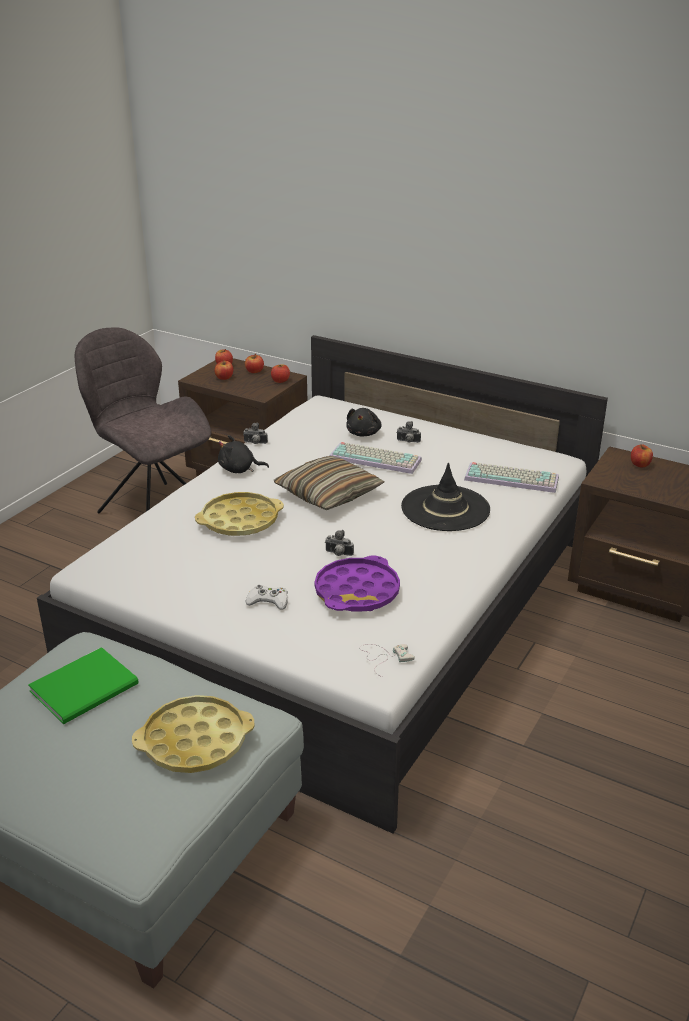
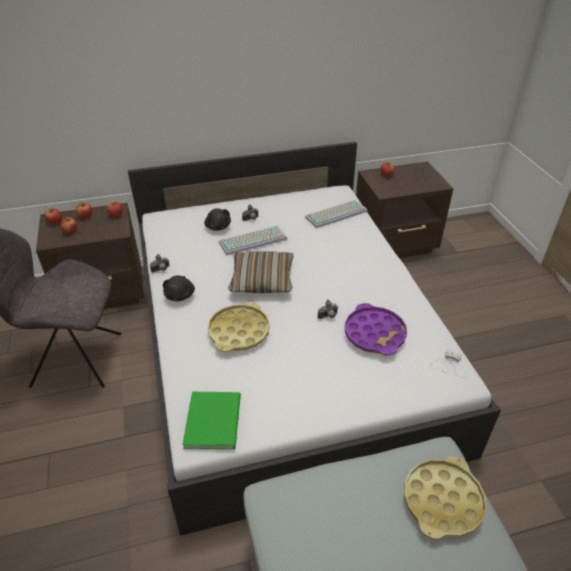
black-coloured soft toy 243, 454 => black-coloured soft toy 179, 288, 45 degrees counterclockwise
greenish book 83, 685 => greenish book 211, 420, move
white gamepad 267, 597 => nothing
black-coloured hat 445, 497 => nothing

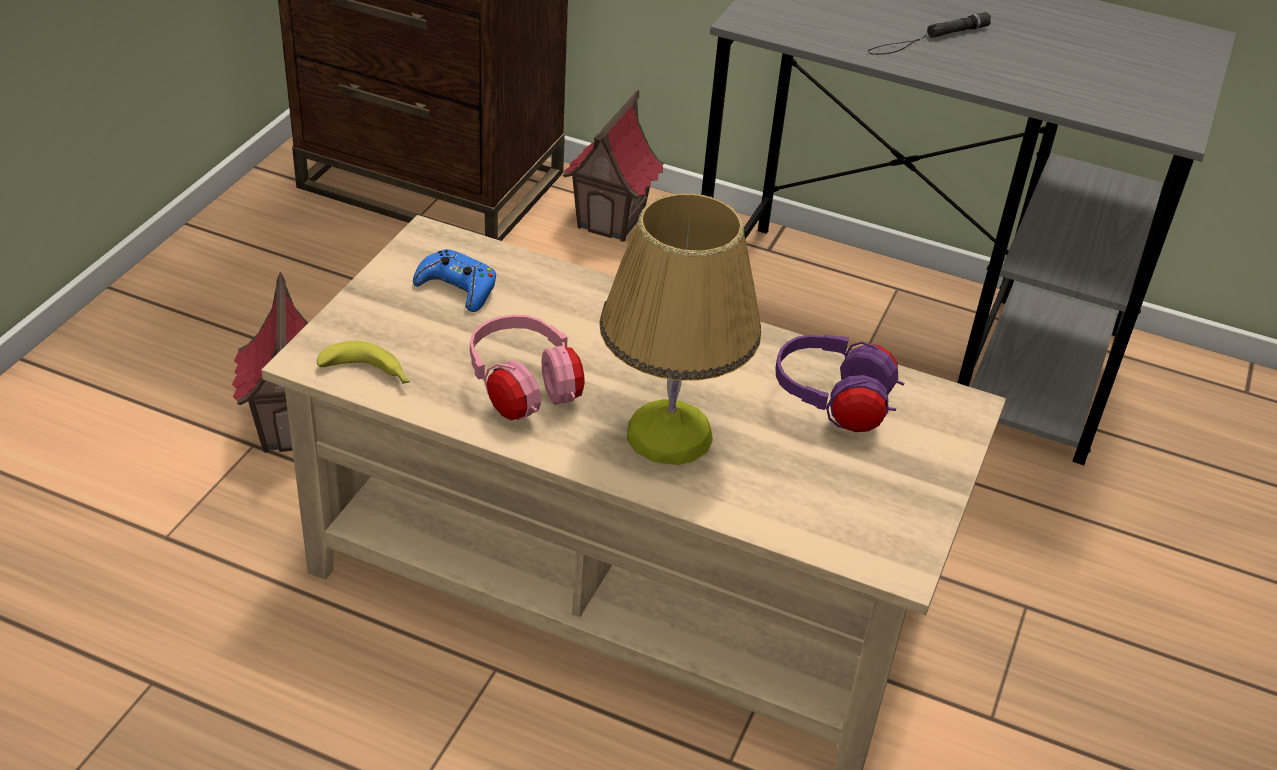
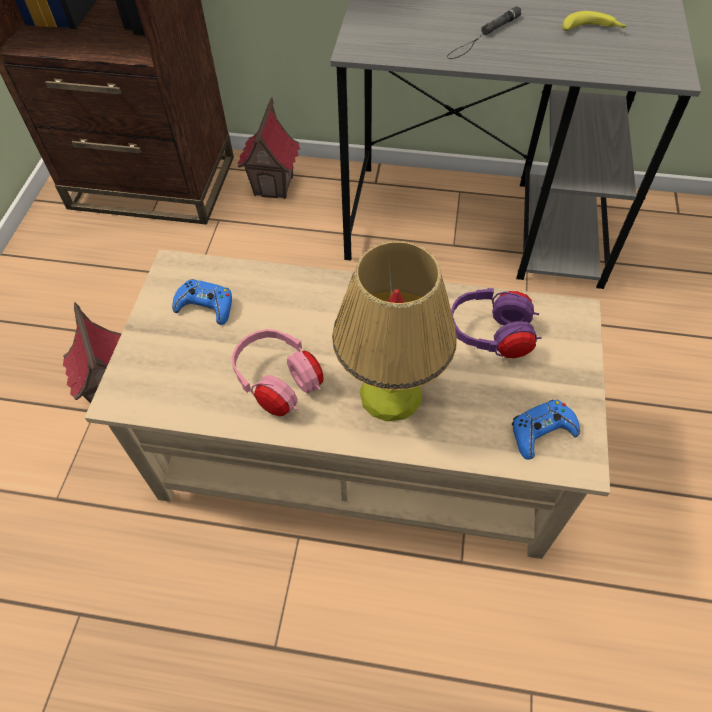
nothing => bluish gamepad 545, 430
banana fruit 363, 362 => banana fruit 594, 21, move

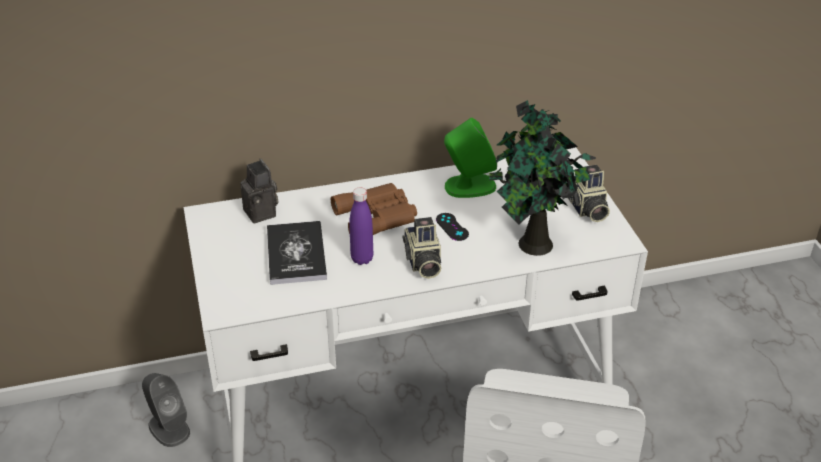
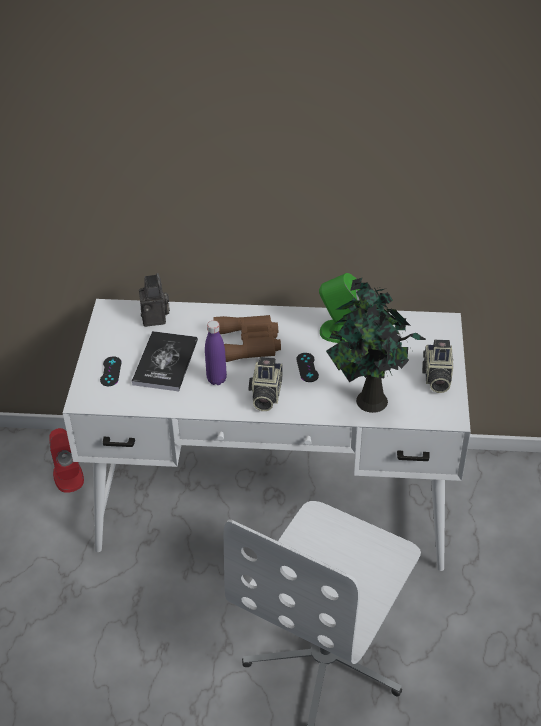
grey audio speaker 166, 410 => red audio speaker 66, 460
nothing => black-coloured gamepad 110, 371

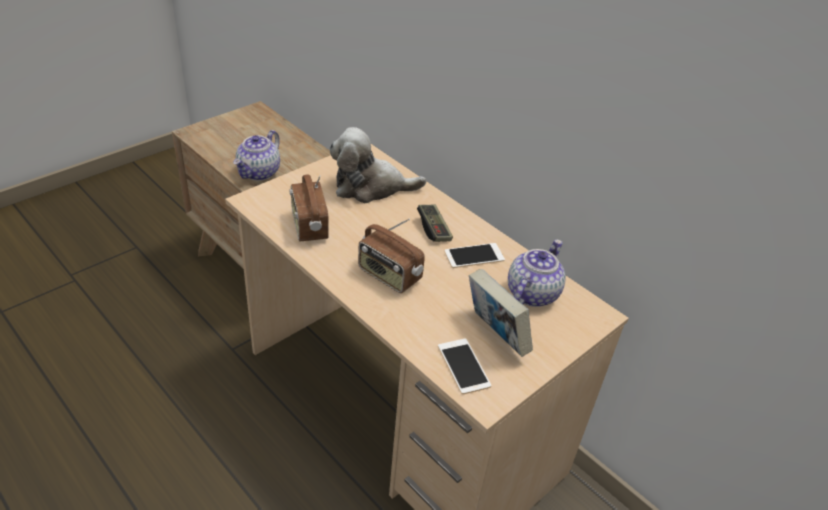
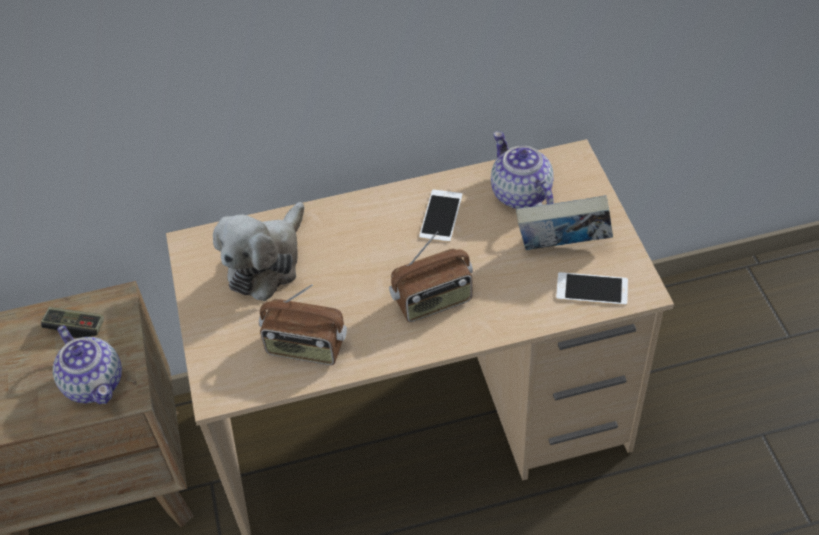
gamepad 435, 223 => gamepad 72, 322, move

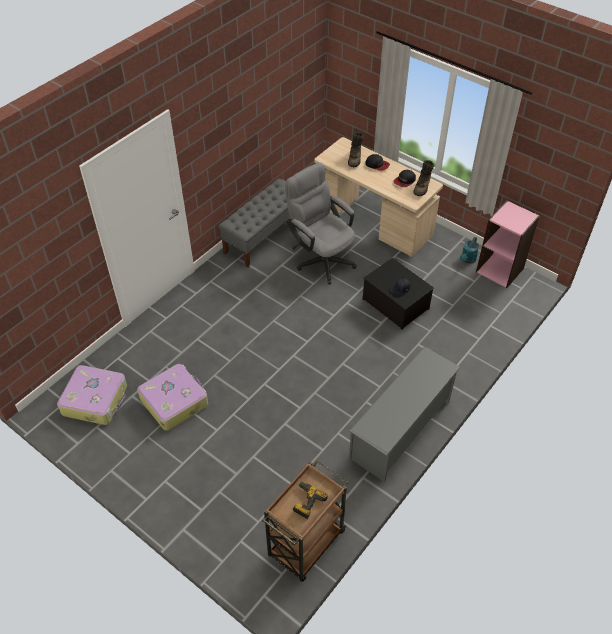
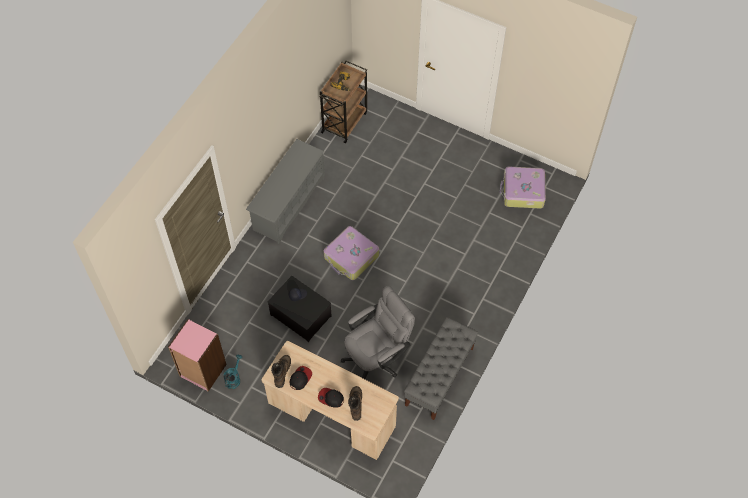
travel case 172, 397 => travel case 351, 253, move
grey office chair 321, 223 => grey office chair 378, 332, 75 degrees counterclockwise

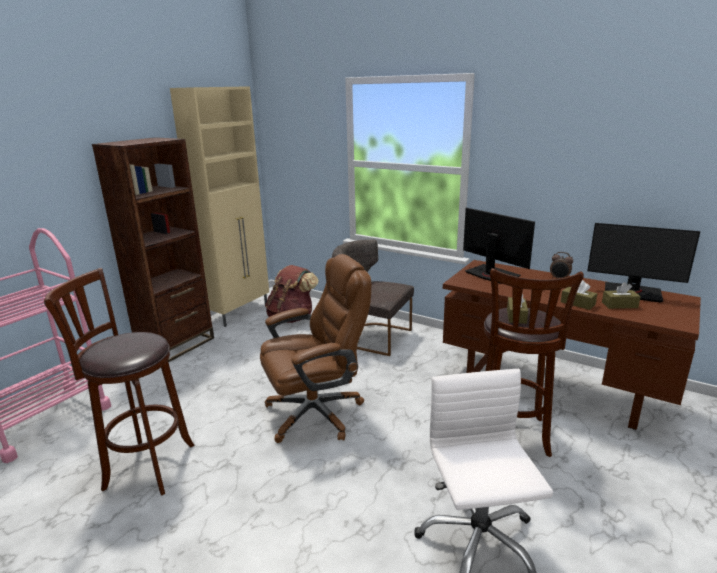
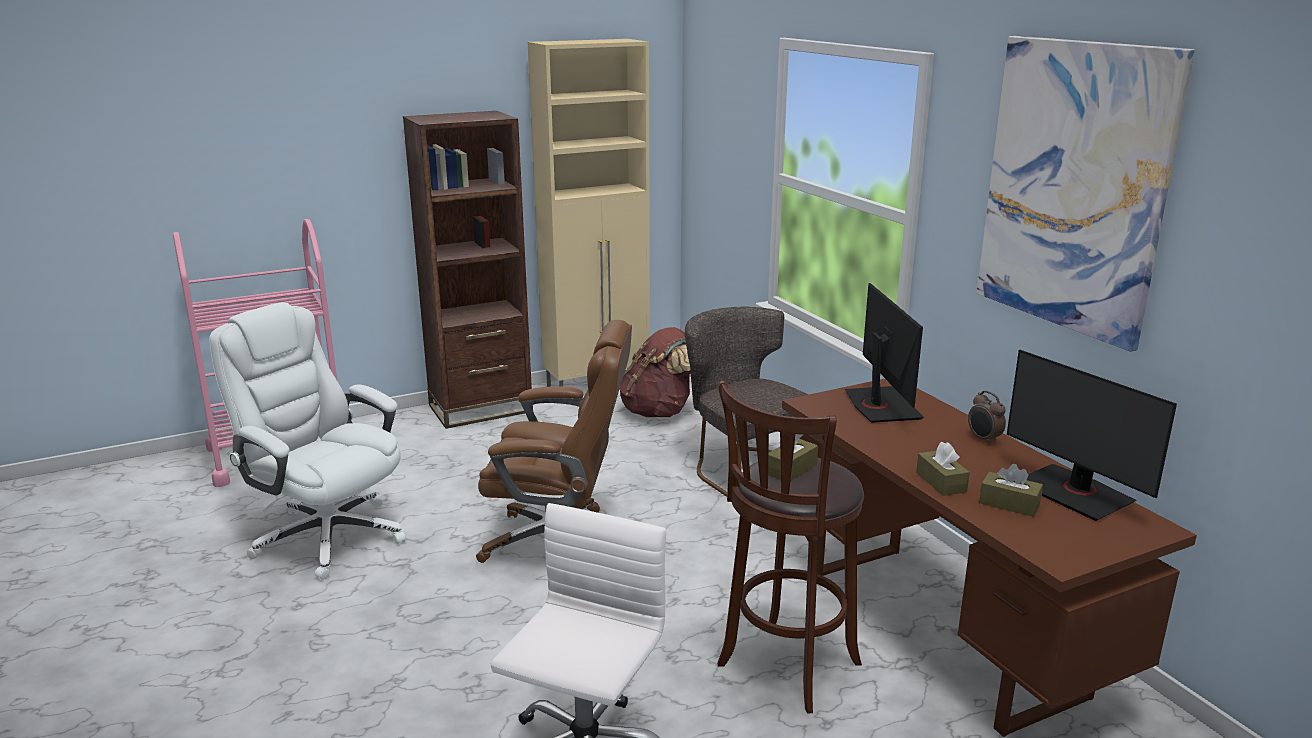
brownish stool seat 119, 382 => white office chair 307, 441
nothing => wall art 1085, 194

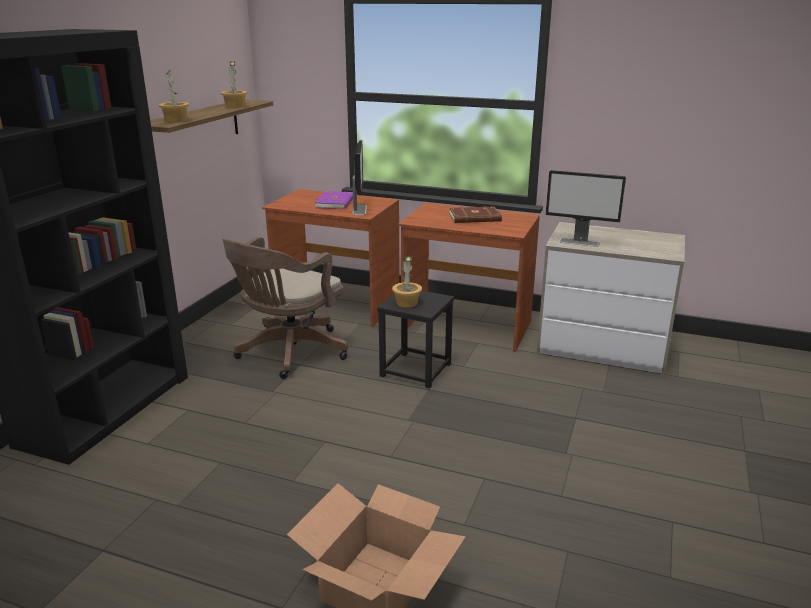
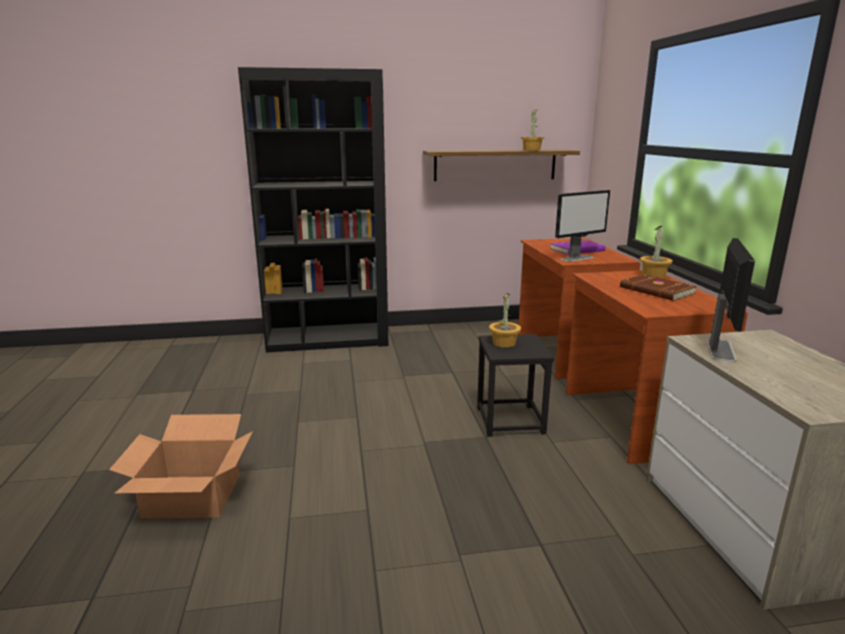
plant in a pot 174, 96 => plant in a pot 656, 252, move
monitor 586, 208 => monitor 731, 300, 150 degrees counterclockwise
brownish office chair 285, 308 => nothing

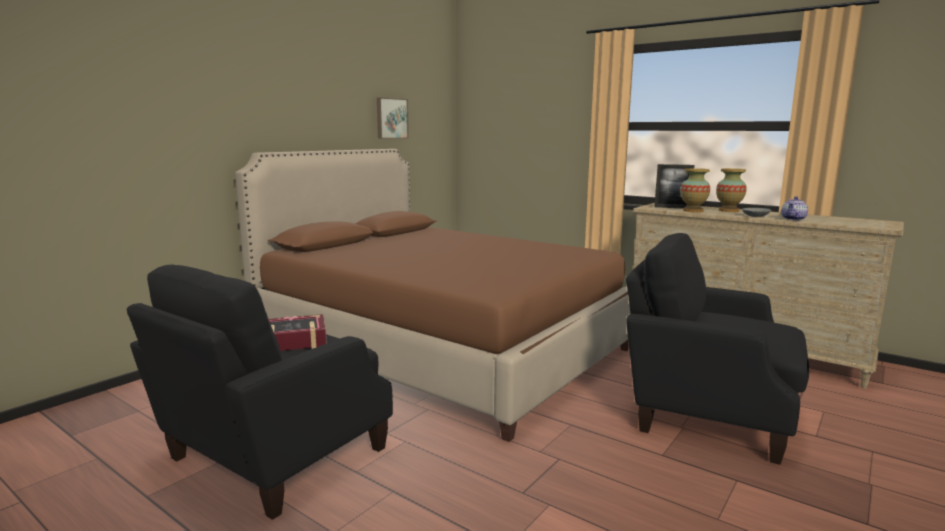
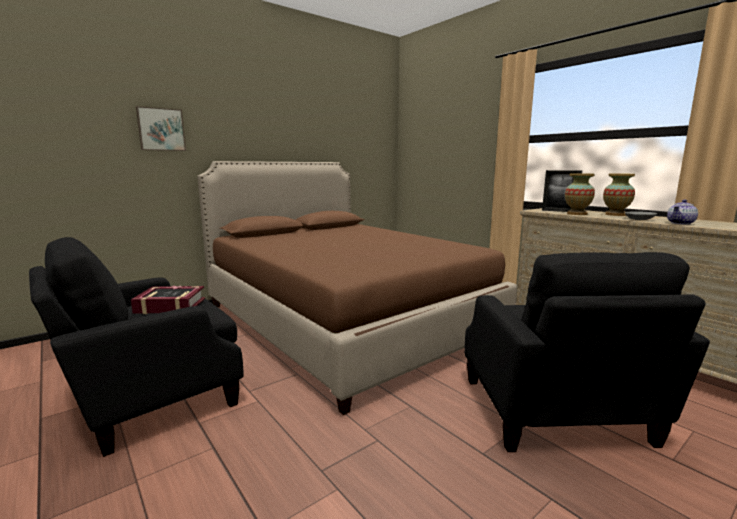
wall art 393, 118 => wall art 161, 128, move
black-coloured armchair 717, 349 => black-coloured armchair 587, 352, 135 degrees counterclockwise

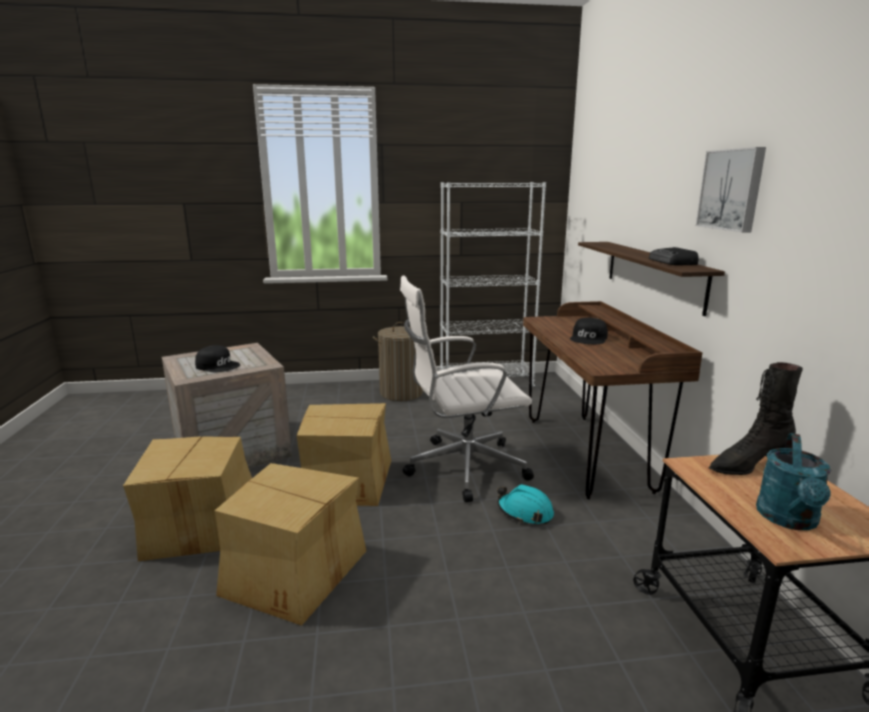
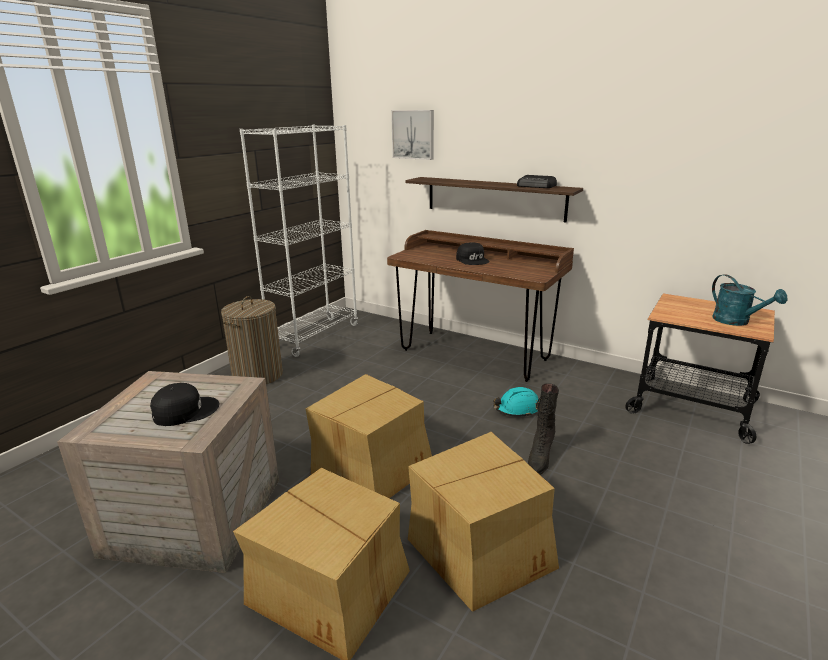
wall art 731, 189 => wall art 412, 135, move
black-coloured high-top boot 756, 418 => black-coloured high-top boot 543, 429, move
white office chair 467, 389 => nothing

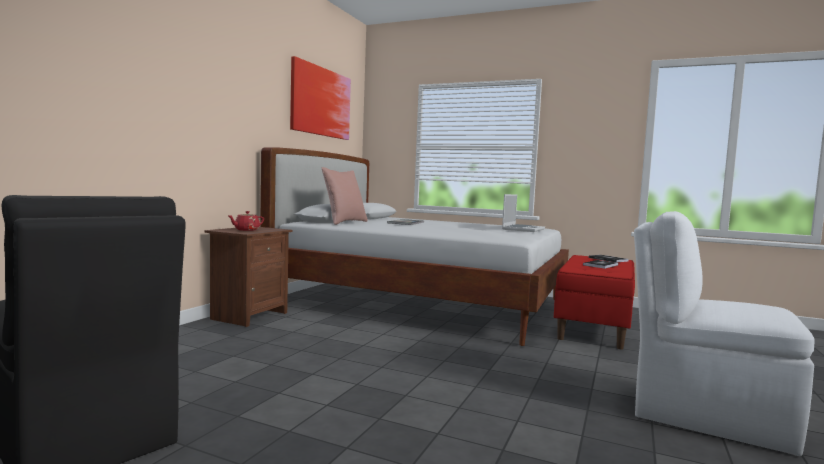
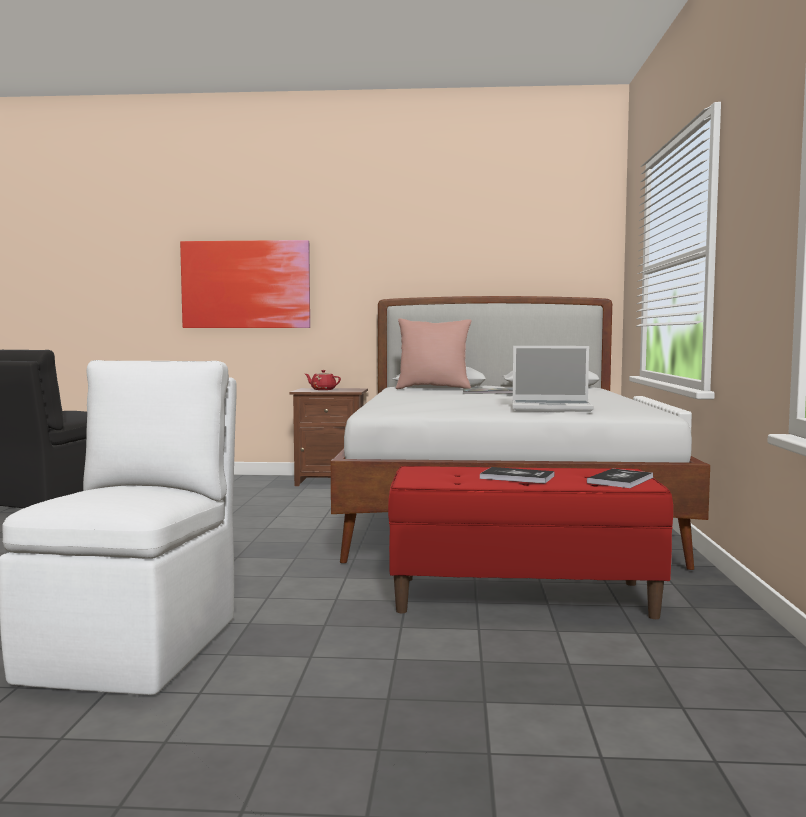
wall art 320, 98 => wall art 245, 284, move

